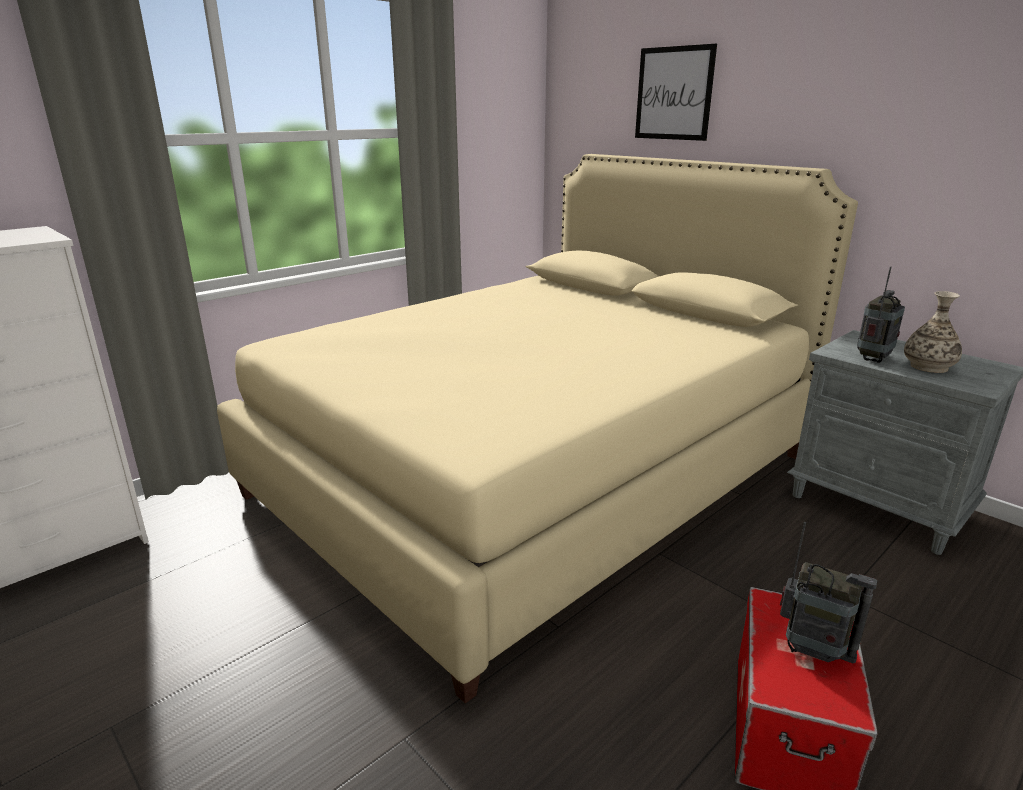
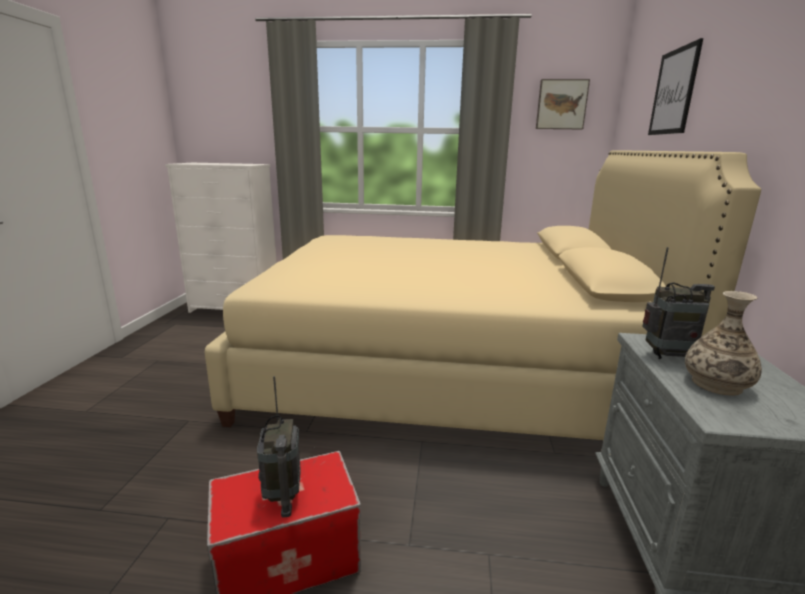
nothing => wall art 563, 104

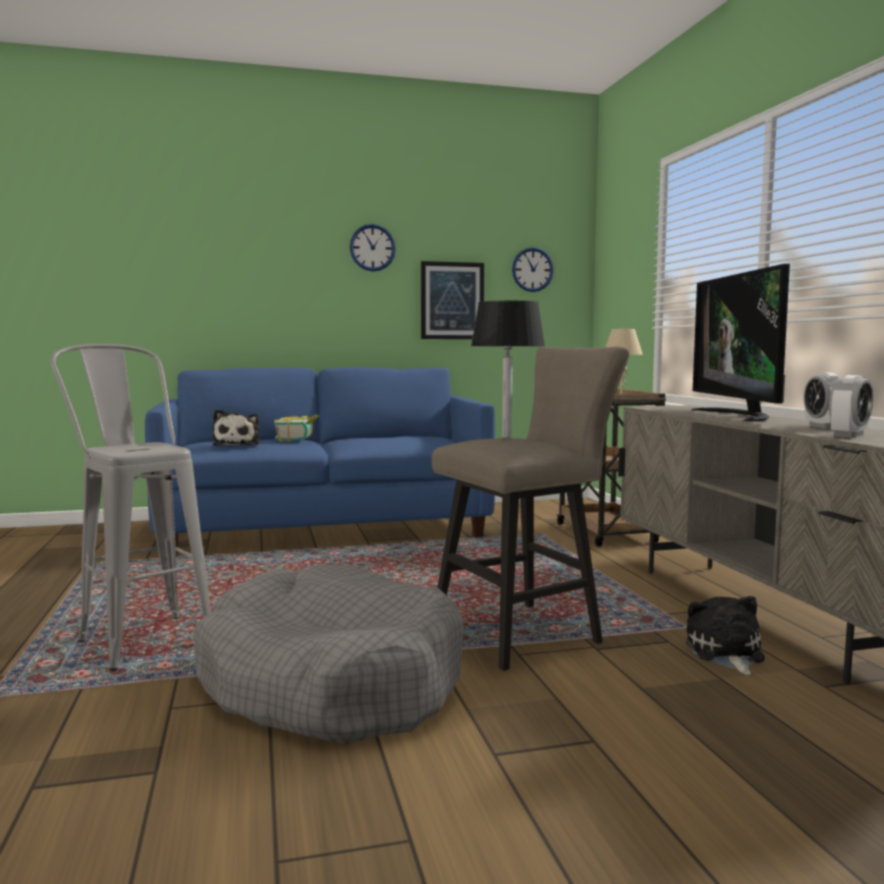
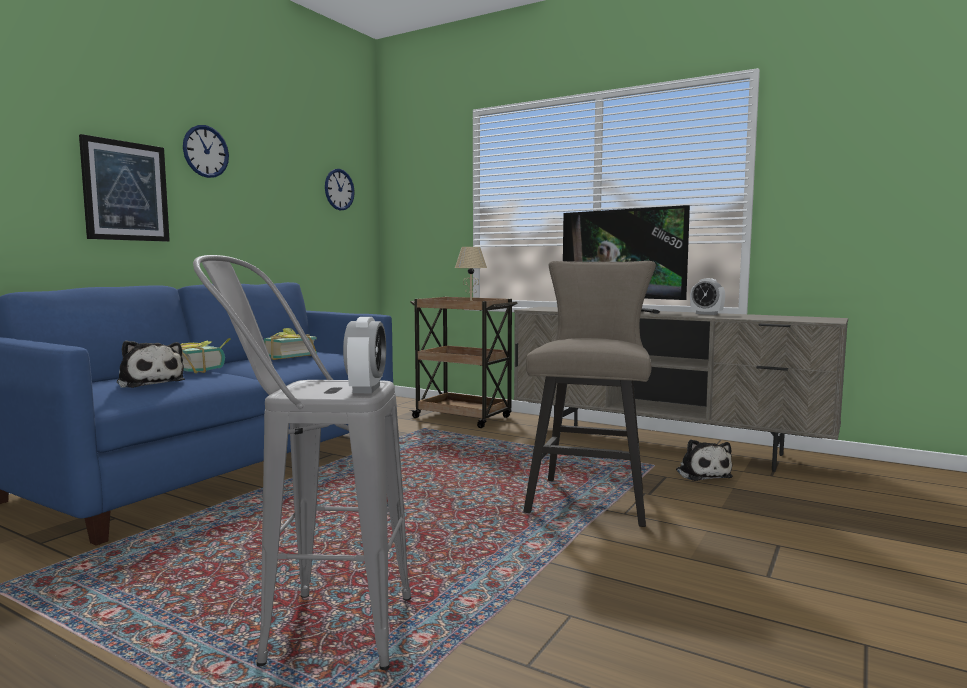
wall art 452, 300 => wall art 124, 188, move
nothing => book 290, 344
bedside clock 851, 406 => bedside clock 364, 355, move
soft toy 725, 635 => soft toy 704, 460, 150 degrees counterclockwise
grey dog cushion 329, 654 => nothing
black-coloured tabletop lamp 508, 369 => nothing

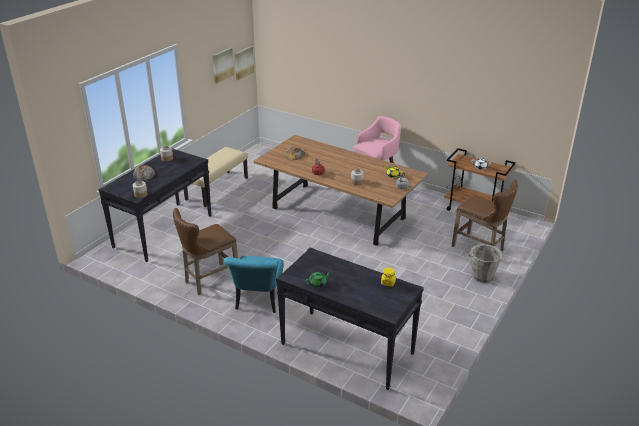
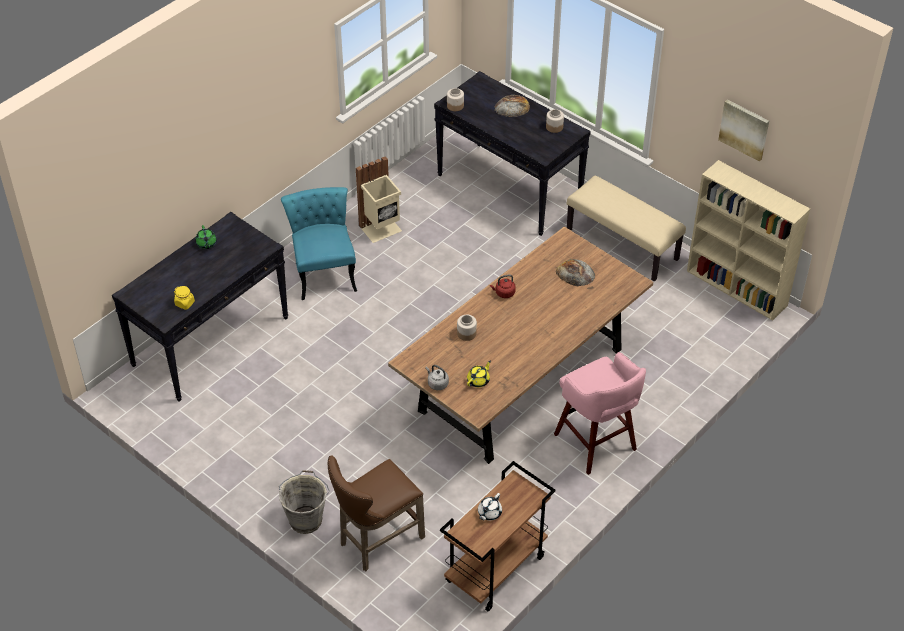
turquoise-coloured chair 254, 284 => turquoise-coloured chair 319, 243, 60 degrees clockwise
brownish stool seat 205, 252 => beige trash can 379, 199
nothing => beige bookshelf 748, 240
wall art 244, 63 => nothing

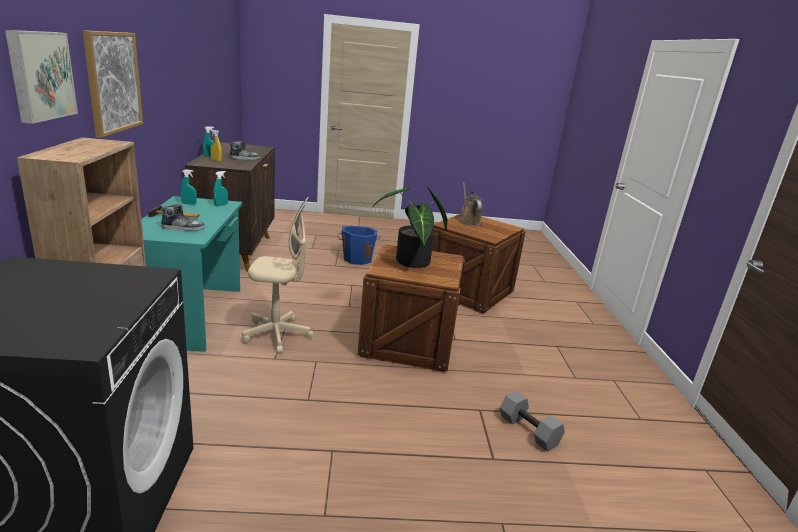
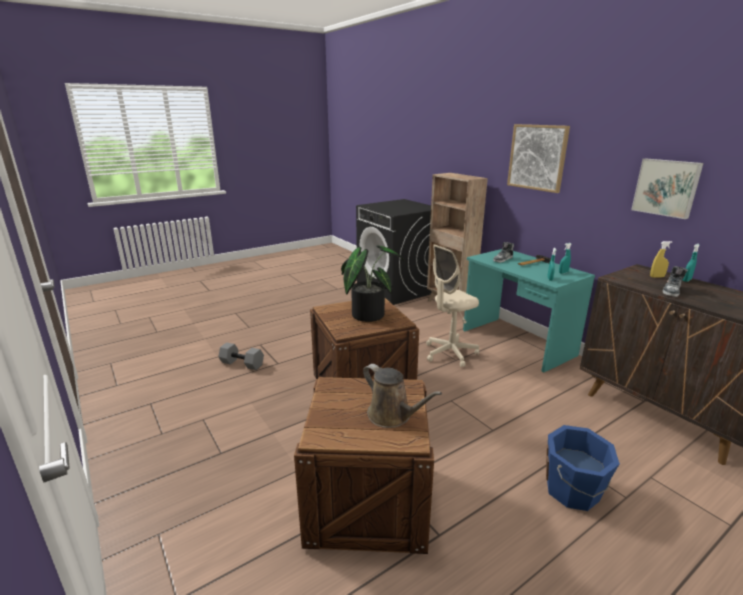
wall art 41, 77 => wall art 667, 189, move

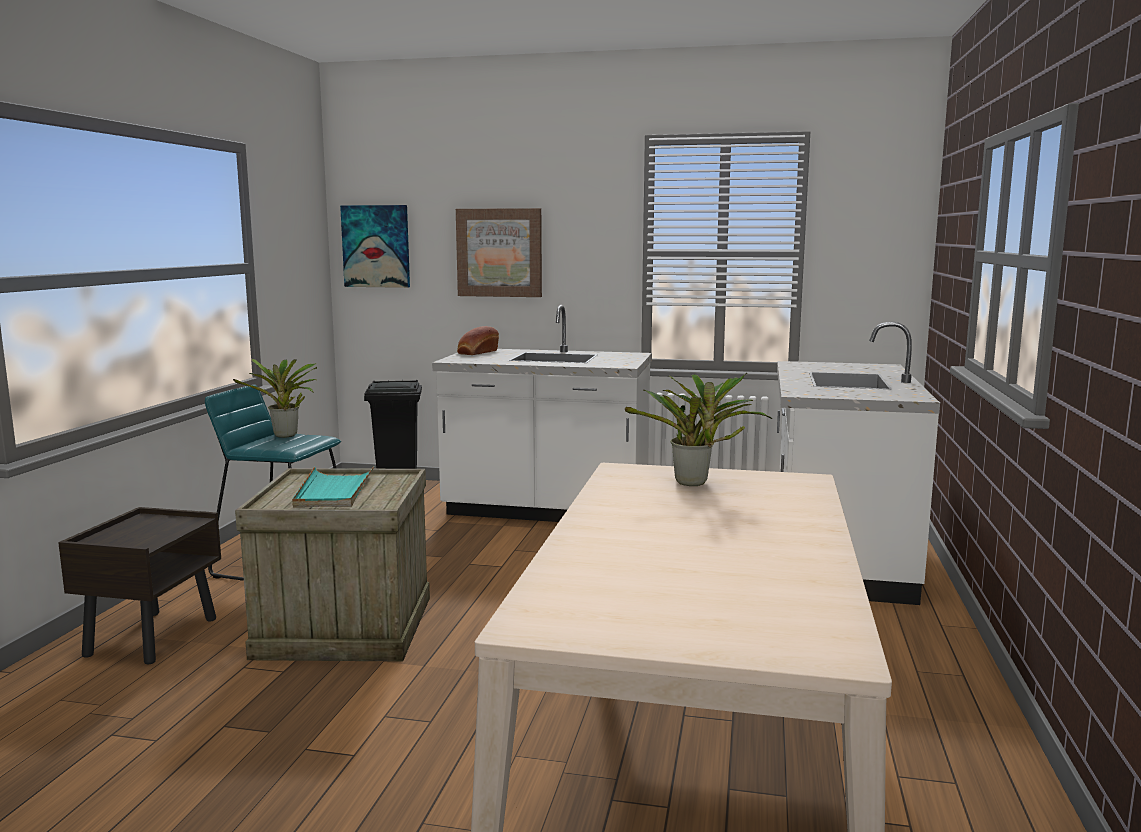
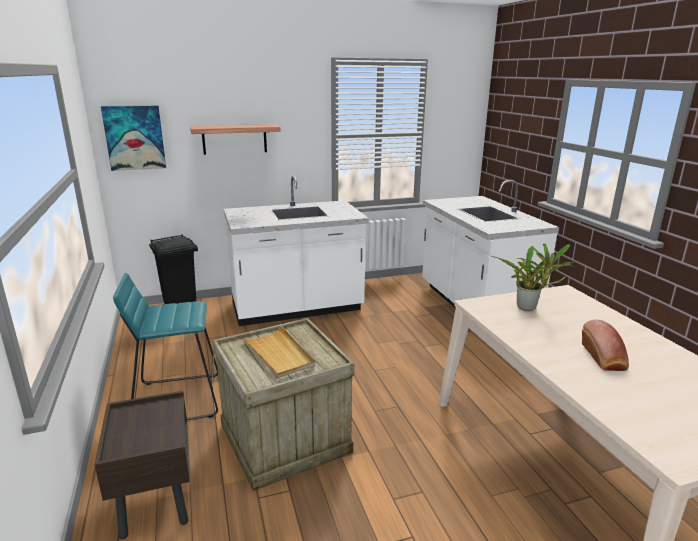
wall art 499, 252 => wall shelf 235, 139
turquoise-coloured tray 333, 487 => beige tray 278, 352
bakery bread 478, 340 => bakery bread 605, 345, move
plant in a pot 275, 398 => nothing

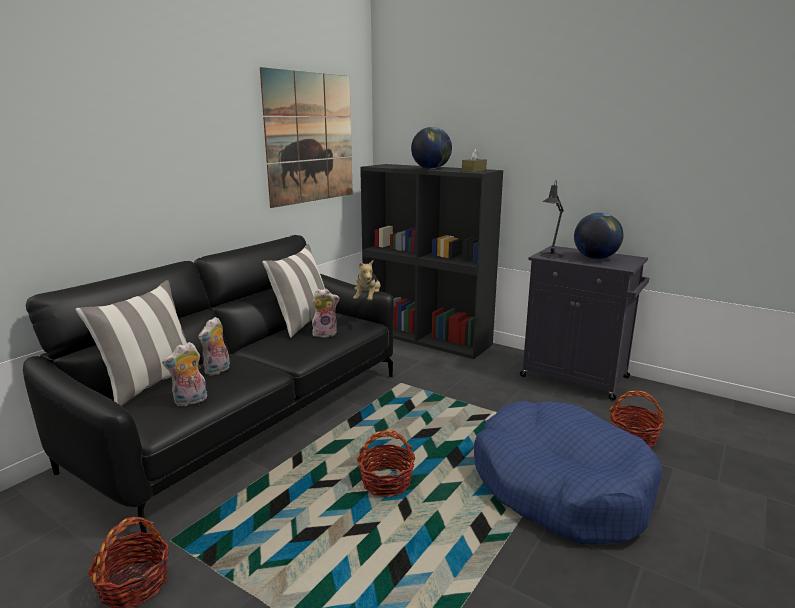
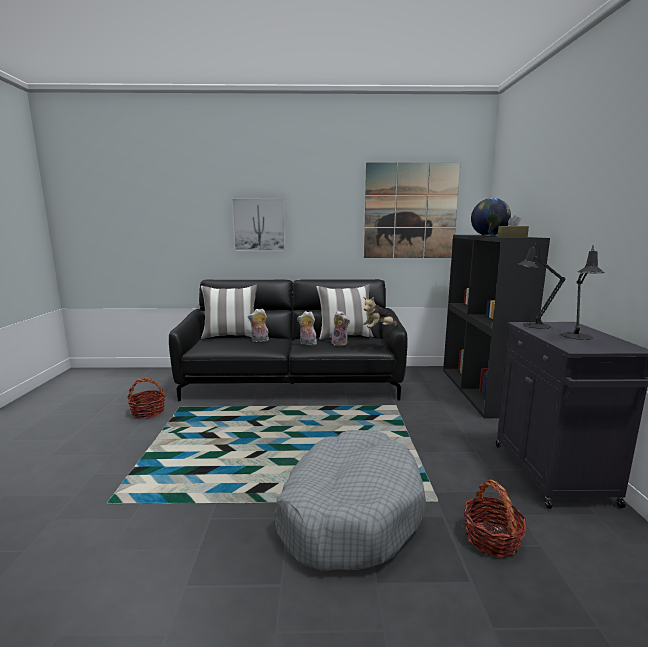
nothing => wall art 259, 225
bluish dog cushion 568, 472 => grey dog cushion 350, 500
soft toy 184, 374 => soft toy 307, 328, move
globe 599, 235 => black-coloured tabletop lamp 583, 292
basket 386, 463 => nothing

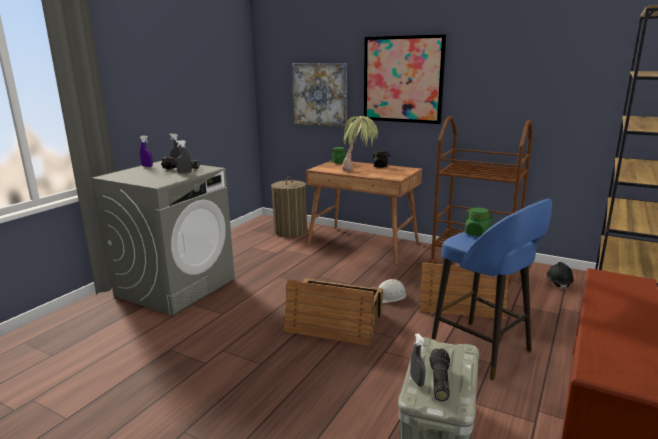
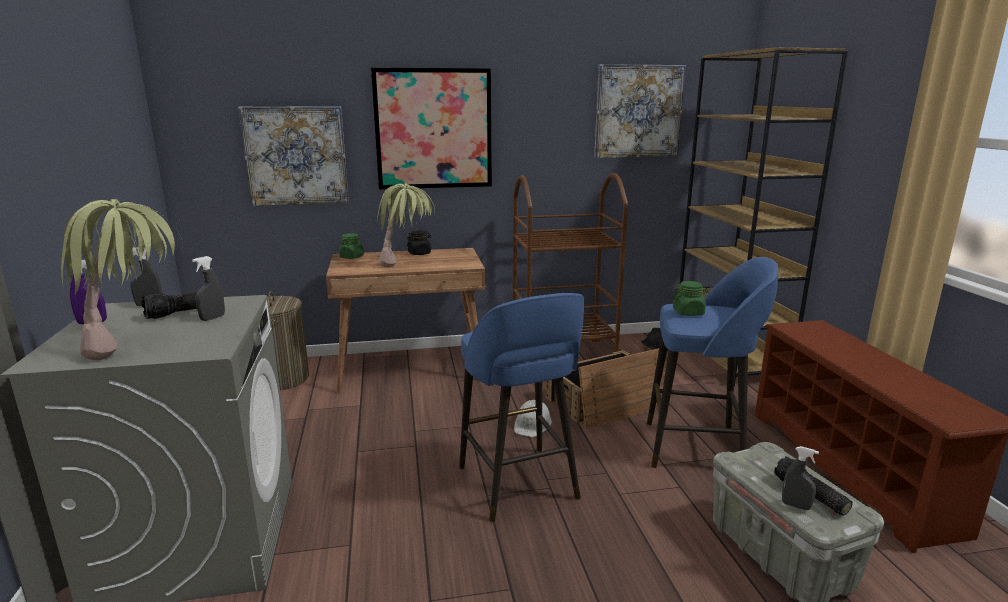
nothing => plant in a pot 122, 279
packing crate 333, 312 => bluish stool seat 521, 407
nothing => wall art 640, 111

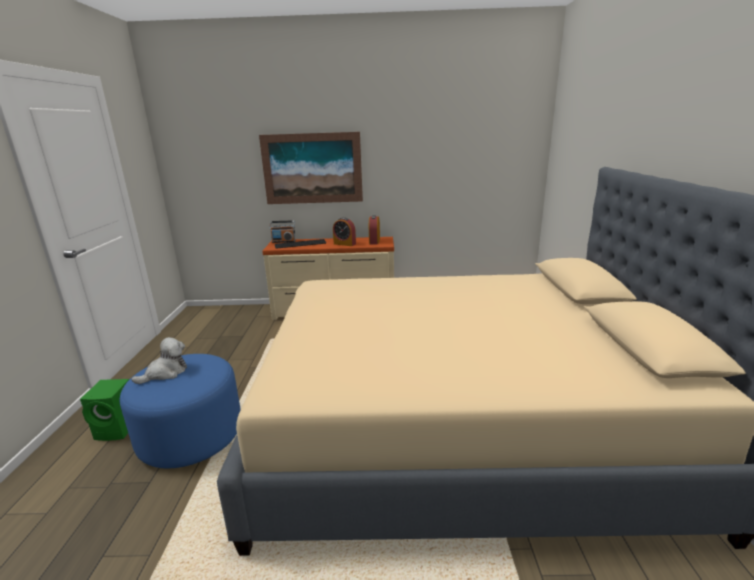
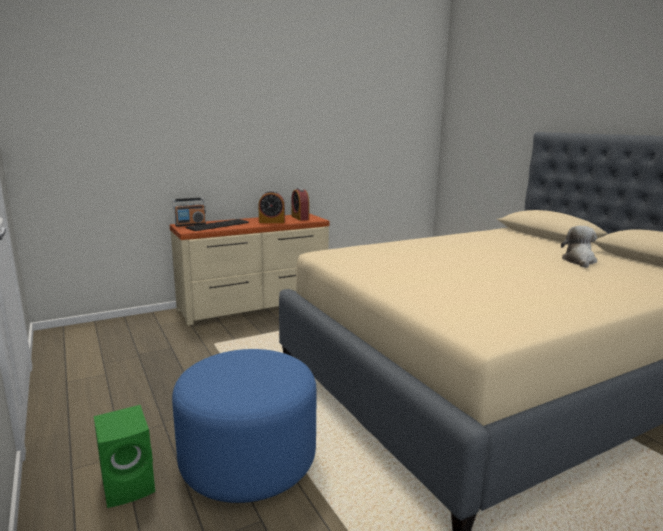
soft toy 159, 360 => soft toy 579, 247, move
wall art 311, 168 => nothing

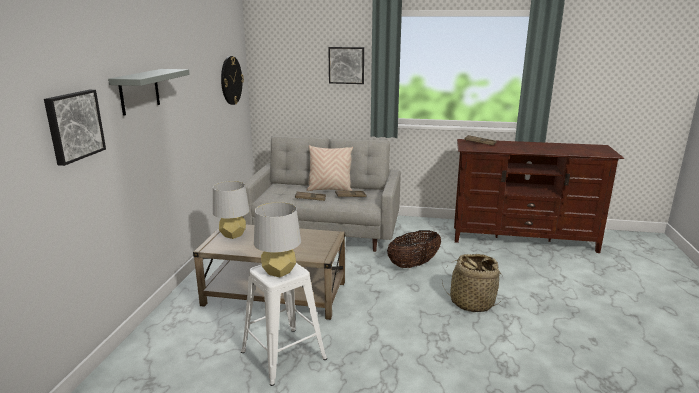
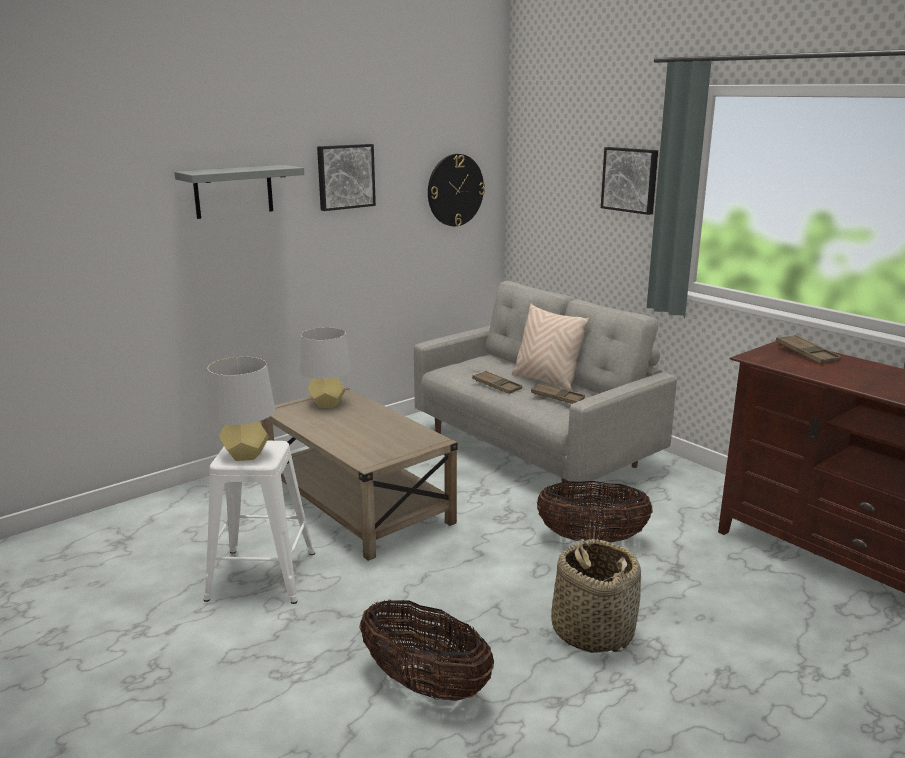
wall art 75, 128 => wall art 346, 177, move
nothing => basket 426, 650

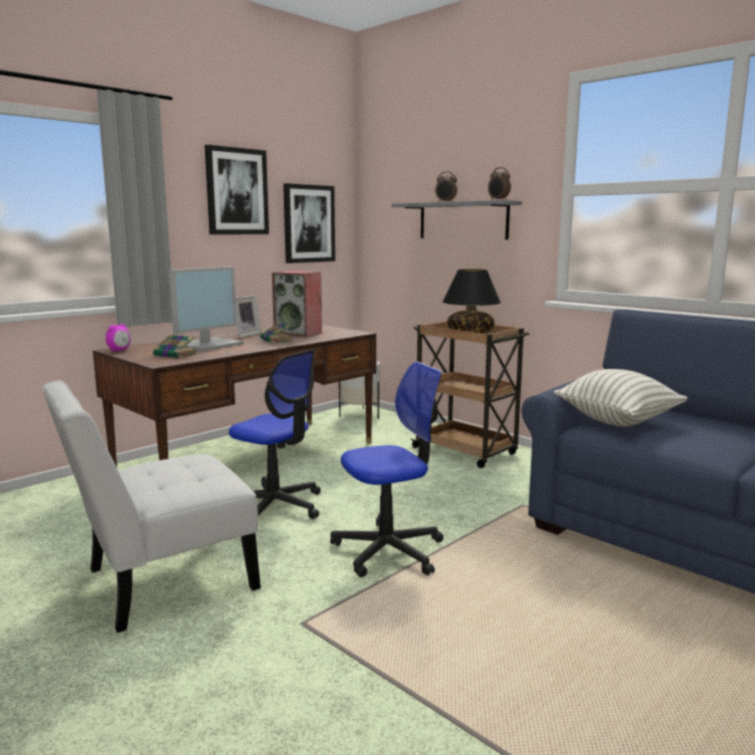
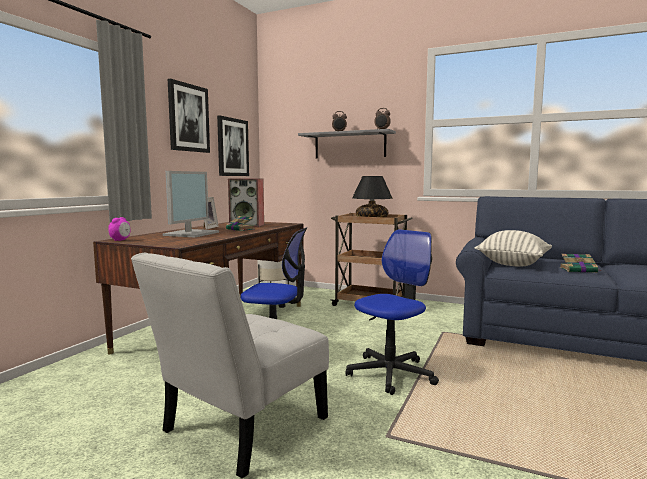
book 175, 346 => book 581, 263, move

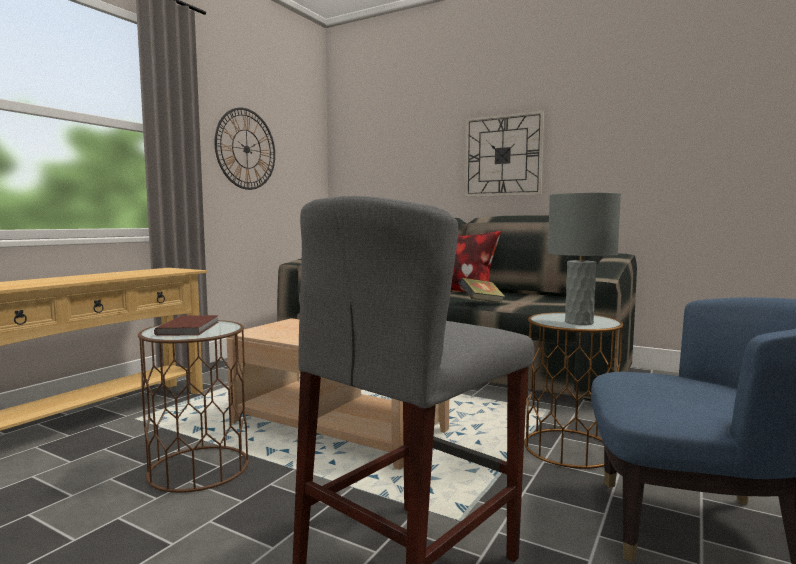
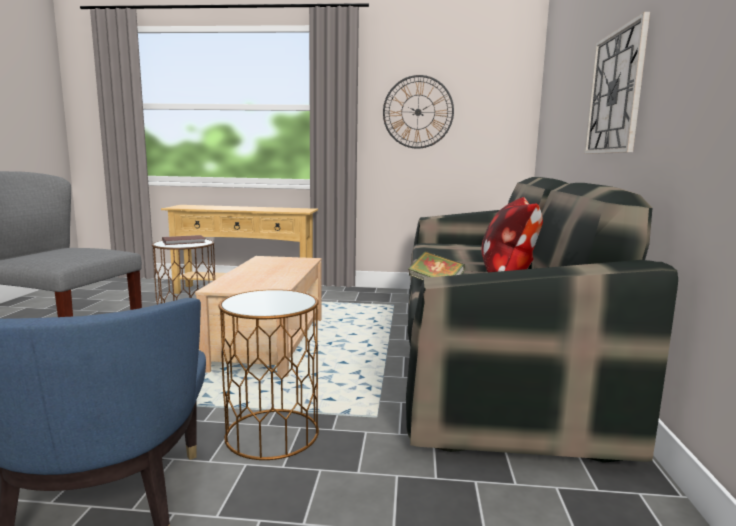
grey tabletop lamp 584, 259 => nothing

